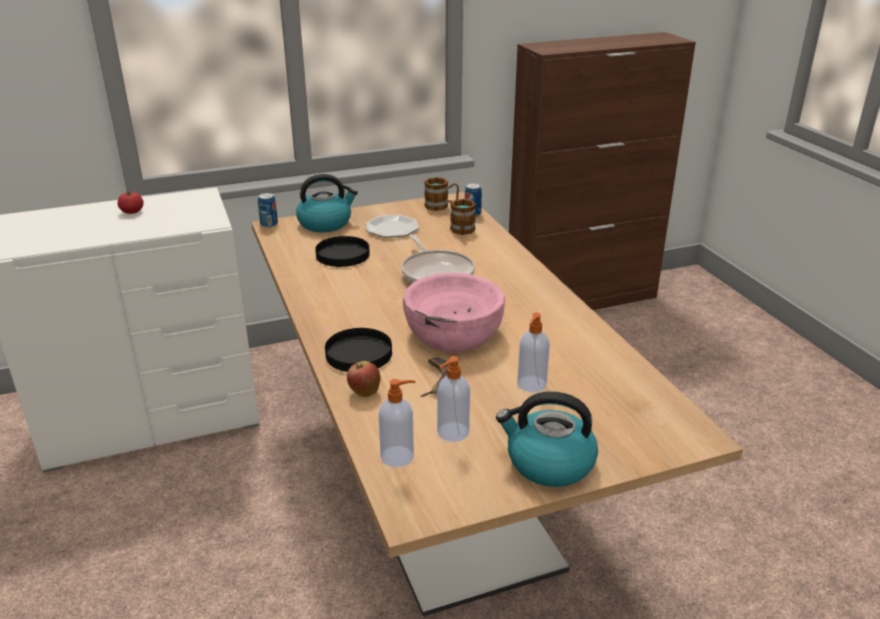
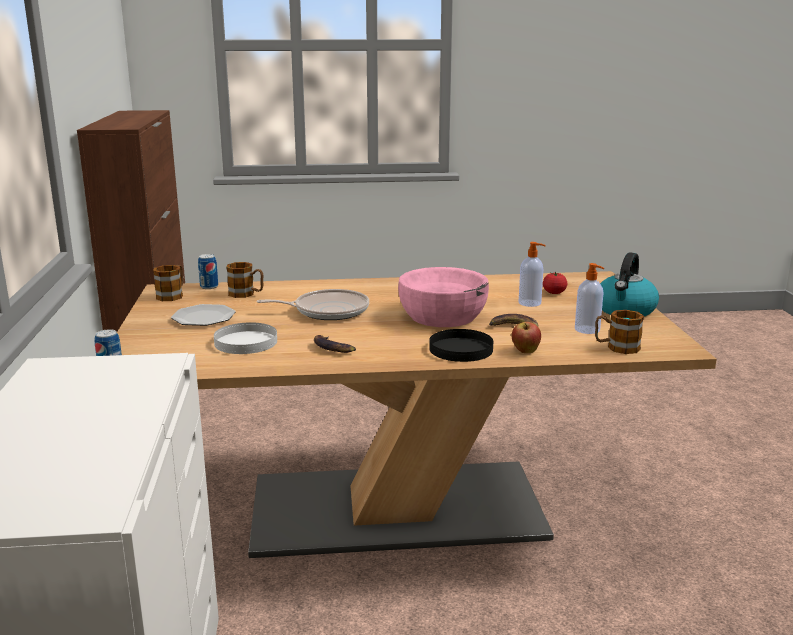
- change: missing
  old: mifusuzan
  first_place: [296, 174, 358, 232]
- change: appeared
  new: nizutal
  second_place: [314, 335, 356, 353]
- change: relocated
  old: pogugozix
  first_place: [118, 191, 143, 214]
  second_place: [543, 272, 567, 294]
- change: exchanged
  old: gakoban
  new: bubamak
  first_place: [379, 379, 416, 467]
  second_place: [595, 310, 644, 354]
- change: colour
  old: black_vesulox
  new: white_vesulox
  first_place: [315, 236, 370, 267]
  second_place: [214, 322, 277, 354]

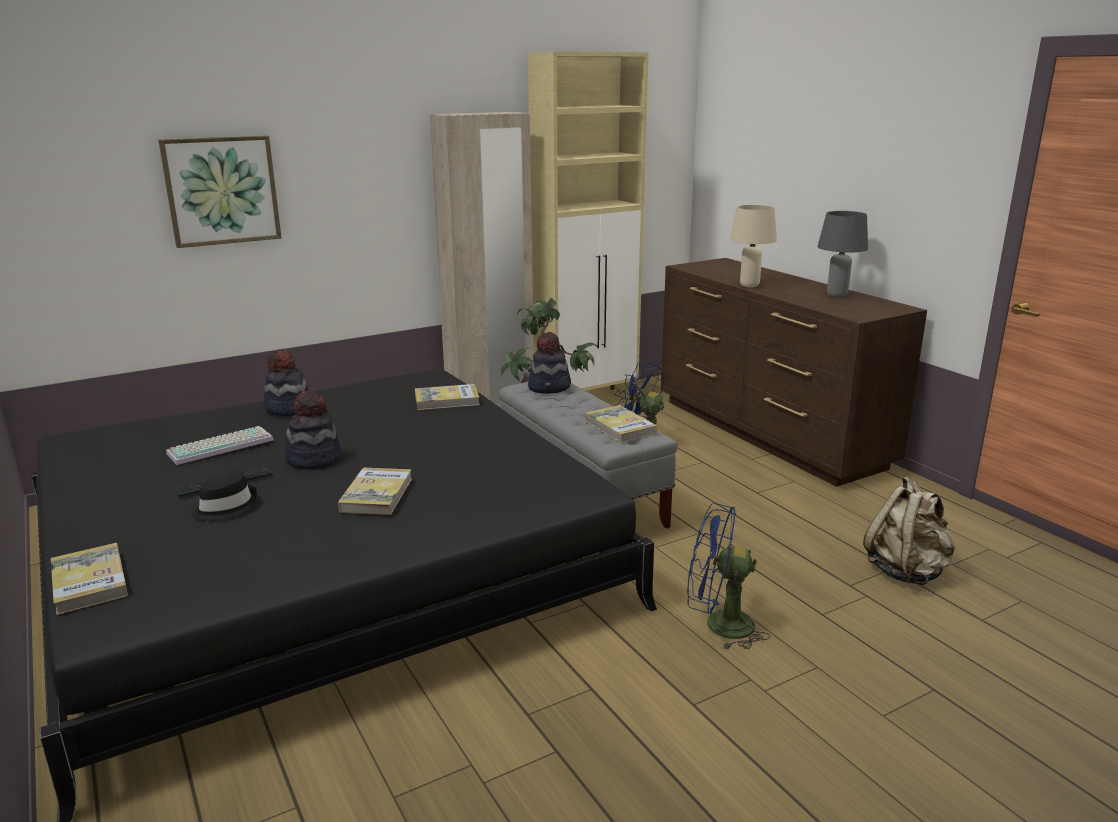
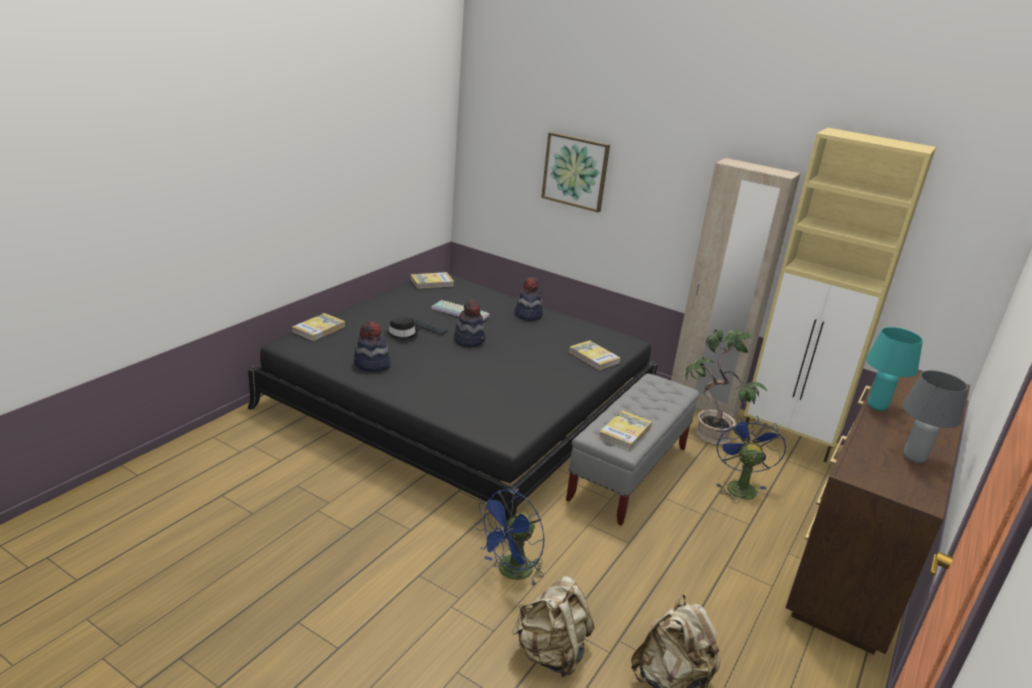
- change: appeared
  new: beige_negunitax
  second_place: [512, 576, 594, 678]
- change: relocated
  old: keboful
  first_place: [338, 468, 412, 515]
  second_place: [411, 272, 454, 289]
- change: relocated
  old: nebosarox
  first_place: [528, 332, 571, 394]
  second_place: [354, 321, 391, 372]
- change: colour
  old: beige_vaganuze
  new: turquoise_vaganuze
  first_place: [730, 205, 777, 288]
  second_place: [866, 327, 923, 411]
- change: spun
  old: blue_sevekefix
  first_place: [687, 503, 770, 650]
  second_place: [474, 489, 545, 585]
  degrees: -120

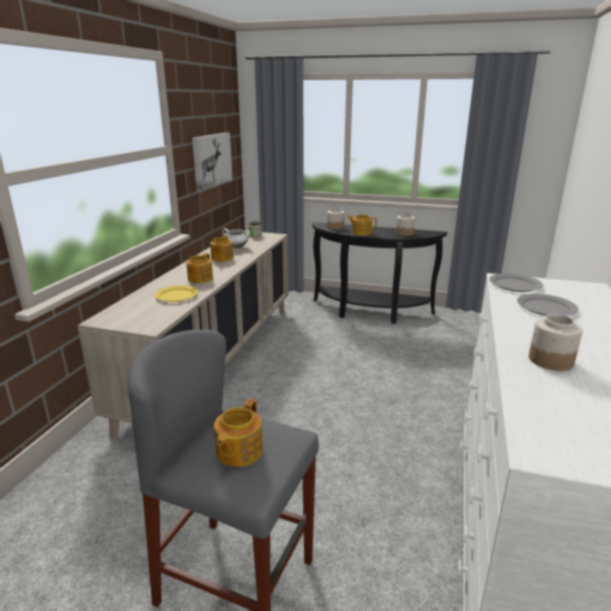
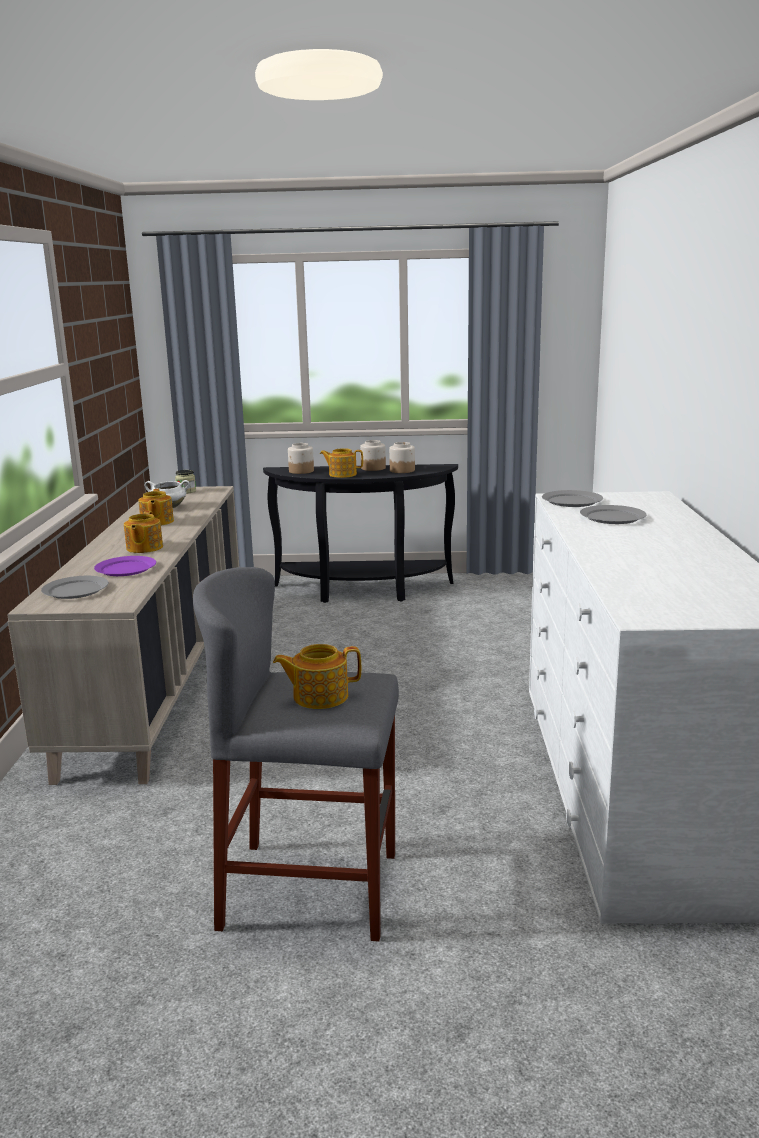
- change: missing
  old: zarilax
  first_place: [192, 133, 233, 192]
- change: appeared
  new: grey_vesulox
  second_place: [41, 576, 109, 599]
- change: relocated
  old: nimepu
  first_place: [529, 314, 583, 371]
  second_place: [360, 440, 386, 471]
- change: colour
  old: yellow_vesulox
  new: purple_vesulox
  first_place: [155, 285, 198, 302]
  second_place: [94, 556, 156, 576]
- change: spun
  old: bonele
  first_place: [214, 399, 263, 467]
  second_place: [273, 644, 361, 709]
  degrees: 75

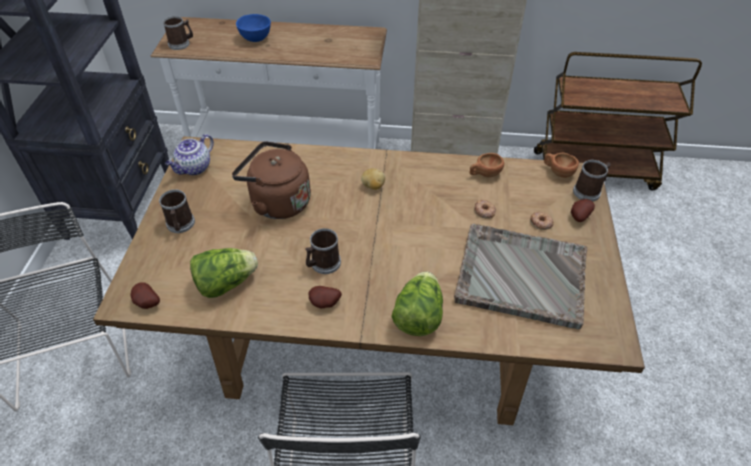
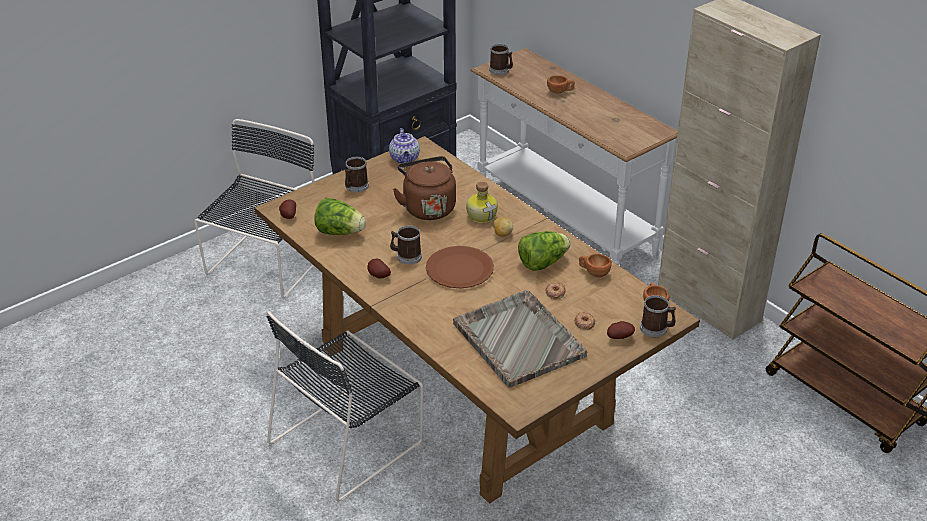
- change: appeared
  new: brown_vesulox
  second_place: [426, 246, 494, 288]
- change: appeared
  new: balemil
  second_place: [466, 181, 498, 223]
- change: relocated
  old: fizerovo
  first_place: [391, 271, 443, 336]
  second_place: [518, 231, 571, 271]
- change: exchanged
  old: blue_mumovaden
  new: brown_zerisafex
  first_place: [236, 14, 271, 42]
  second_place: [547, 75, 575, 94]
- change: spun
  old: bonele
  first_place: [165, 134, 214, 175]
  second_place: [389, 128, 420, 164]
  degrees: -90

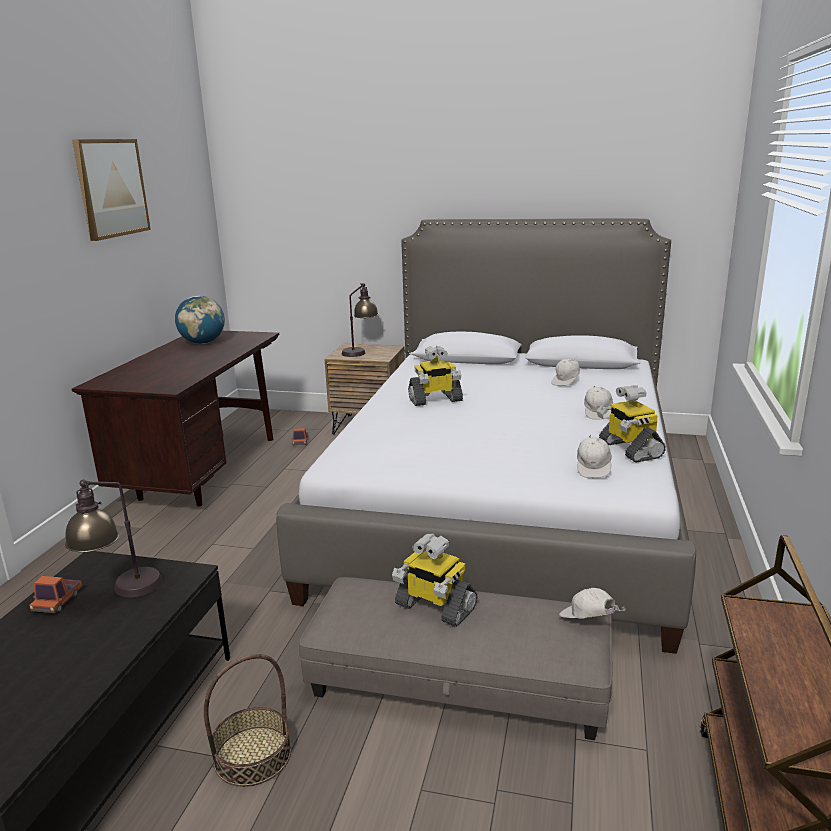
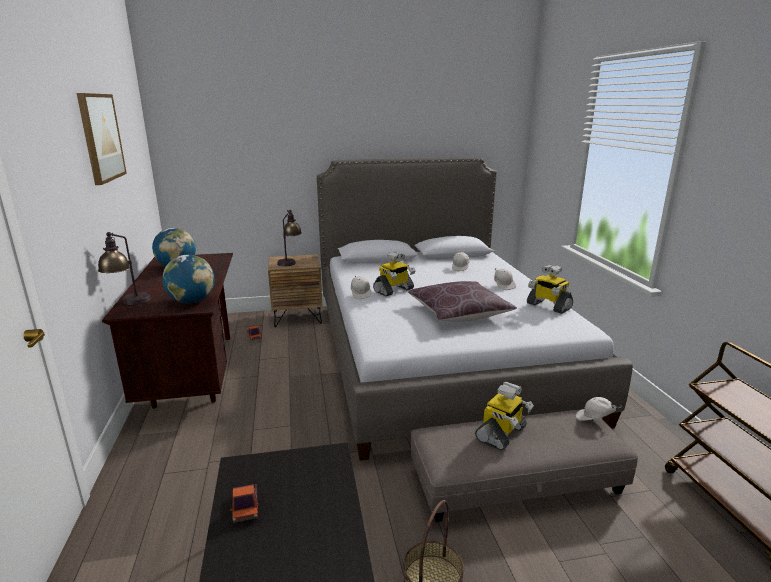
- change: appeared
  new: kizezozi
  second_place: [162, 255, 214, 303]
- change: appeared
  new: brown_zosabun
  second_place: [408, 281, 517, 322]
- change: relocated
  old: vaganuze
  first_place: [65, 479, 163, 597]
  second_place: [98, 232, 151, 305]
- change: relocated
  old: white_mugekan
  first_place: [577, 435, 612, 478]
  second_place: [351, 276, 371, 299]
- change: spun
  old: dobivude
  first_place: [392, 534, 478, 627]
  second_place: [475, 382, 534, 451]
  degrees: -60

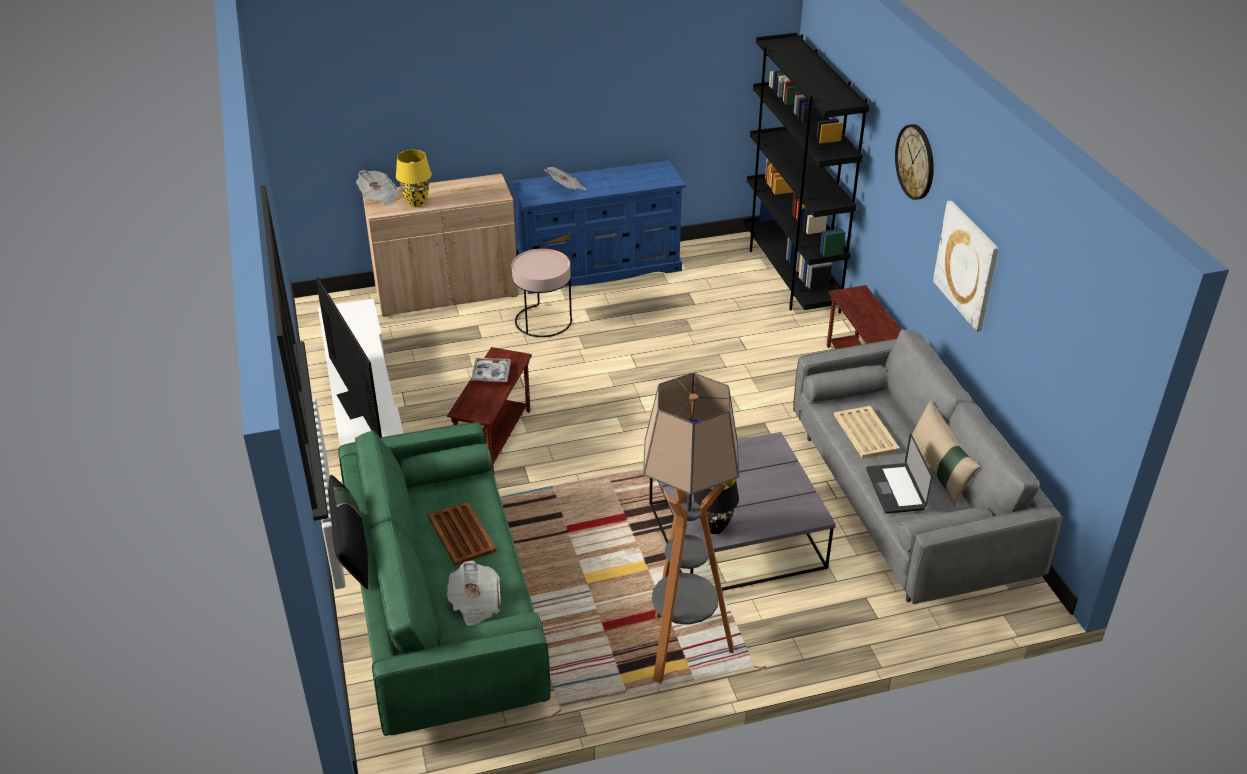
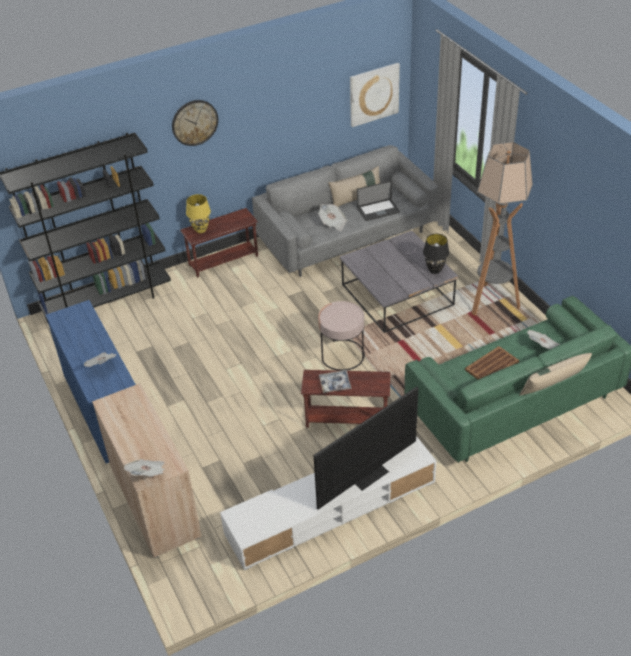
- change: relocated
  old: yellow_vaganuze
  first_place: [396, 150, 432, 207]
  second_place: [186, 194, 211, 233]
- change: relocated
  old: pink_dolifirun
  first_place: [512, 249, 572, 337]
  second_place: [318, 301, 365, 371]
- change: relocated
  old: zarilax
  first_place: [933, 200, 999, 332]
  second_place: [350, 63, 400, 127]
- change: exchanged
  old: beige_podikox
  new: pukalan
  first_place: [834, 406, 900, 458]
  second_place: [318, 204, 347, 231]
- change: colour
  old: black_zosabun
  new: beige_zosabun
  first_place: [328, 475, 368, 589]
  second_place: [519, 353, 592, 396]

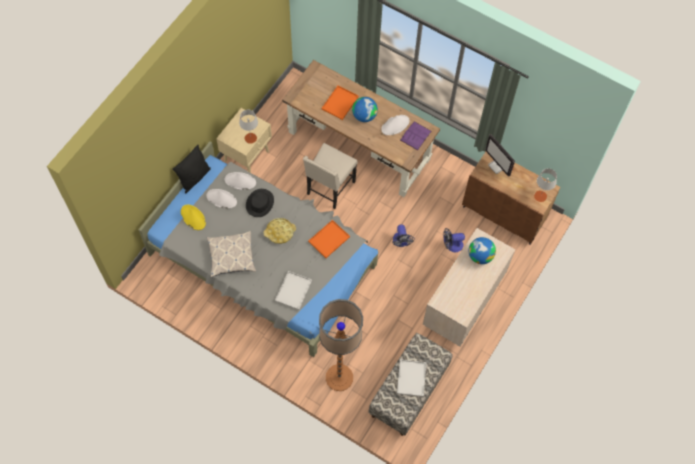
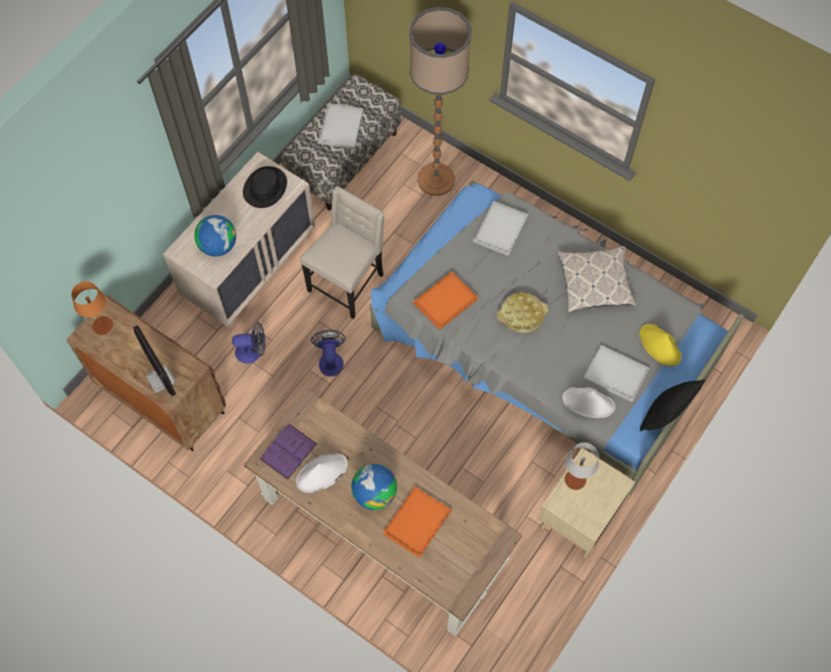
- change: relocated
  old: black_nebosarox
  first_place: [246, 189, 274, 217]
  second_place: [243, 166, 287, 208]
- change: relocated
  old: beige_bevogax
  first_place: [303, 143, 358, 209]
  second_place: [300, 186, 384, 319]
- change: exchanged
  old: white_nebosarox
  new: white_podikox
  first_place: [206, 189, 237, 209]
  second_place: [583, 345, 649, 402]
- change: colour
  old: grey_vaganuze
  new: orange_vaganuze
  first_place: [534, 168, 557, 202]
  second_place: [71, 281, 113, 335]

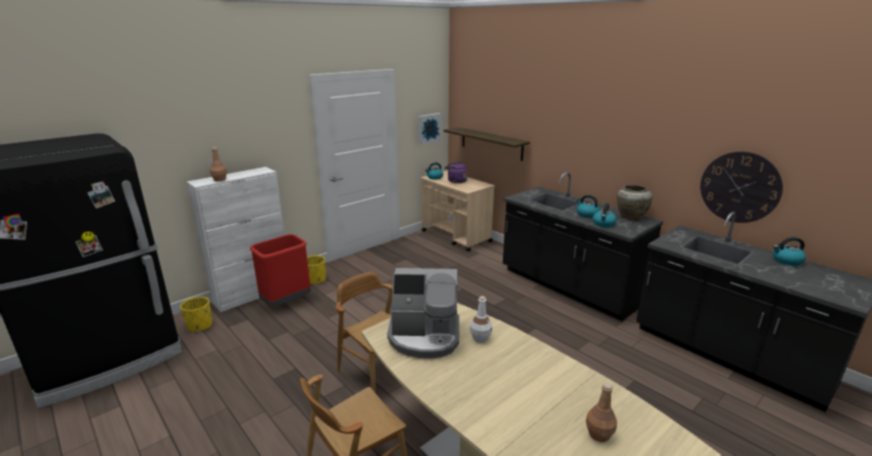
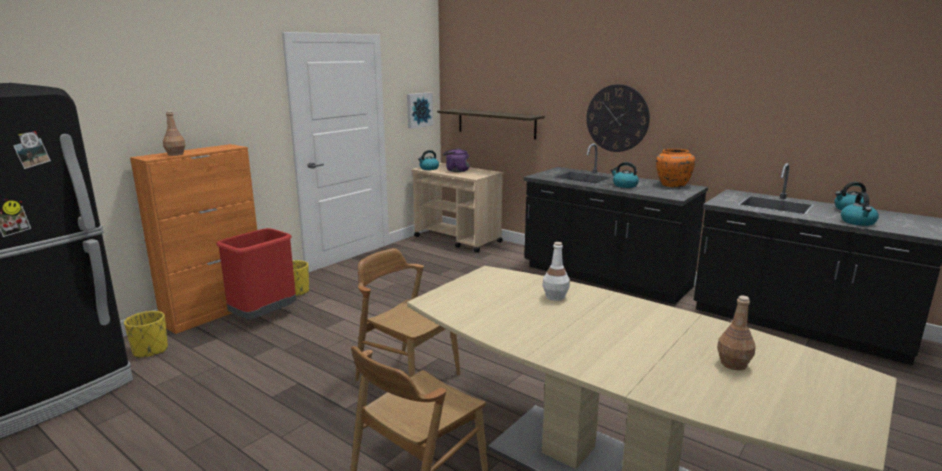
- change: missing
  old: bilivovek
  first_place: [387, 268, 459, 358]
- change: relocated
  old: mifusuzan
  first_place: [593, 203, 617, 227]
  second_place: [841, 192, 879, 226]
- change: relocated
  old: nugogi
  first_place: [700, 151, 783, 223]
  second_place: [586, 84, 650, 152]
- change: colour
  old: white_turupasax
  new: orange_turupasax
  first_place: [187, 167, 285, 312]
  second_place: [130, 144, 257, 334]
- change: colour
  old: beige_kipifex
  new: orange_kipifex
  first_place: [617, 185, 652, 220]
  second_place: [656, 149, 695, 187]

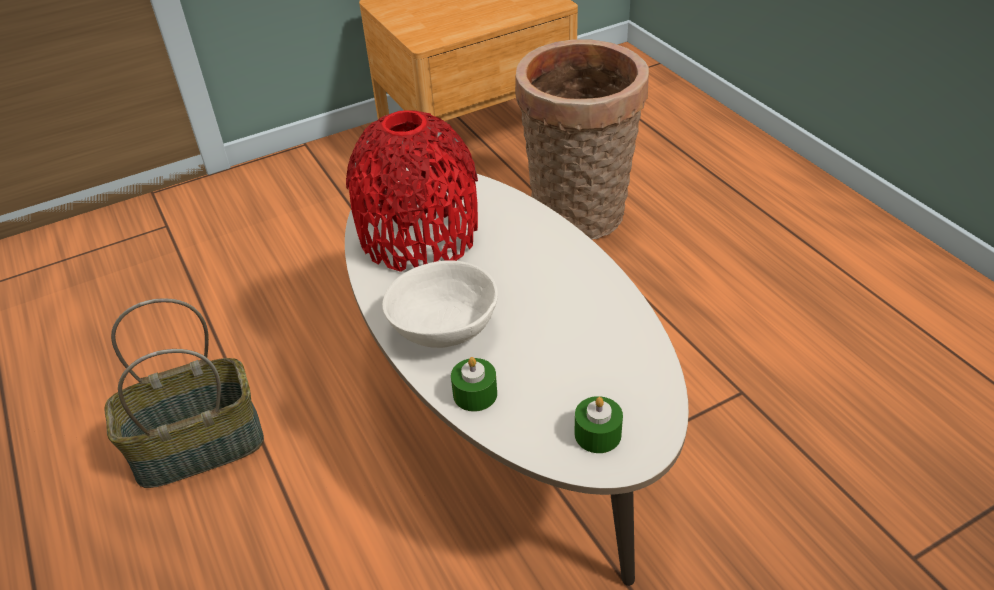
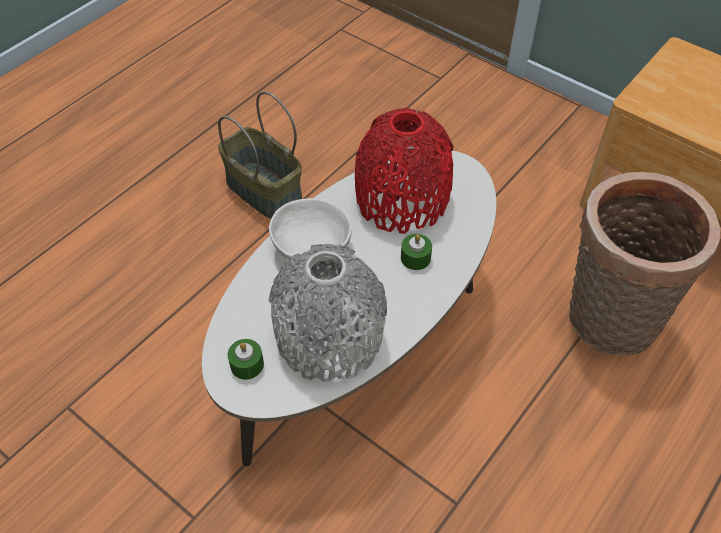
- change: appeared
  new: grey_kipifex
  second_place: [269, 244, 387, 382]
- change: relocated
  old: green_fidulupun
  first_place: [451, 357, 497, 412]
  second_place: [401, 234, 432, 270]

